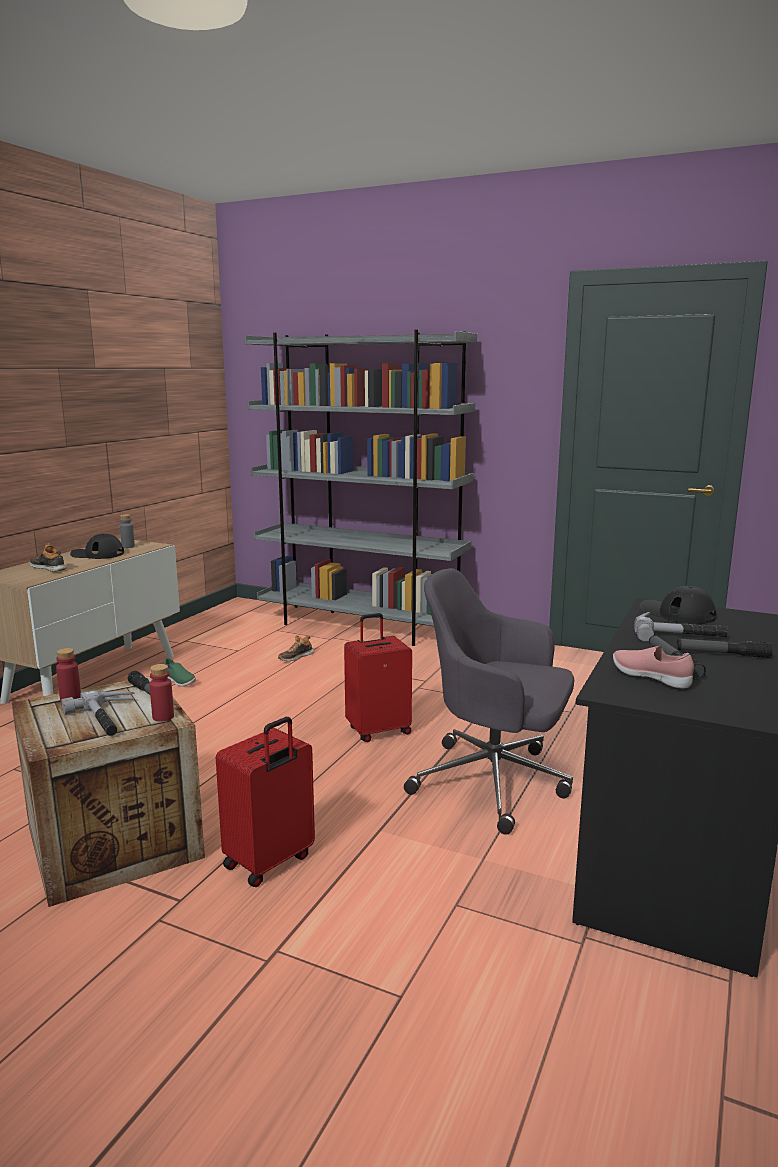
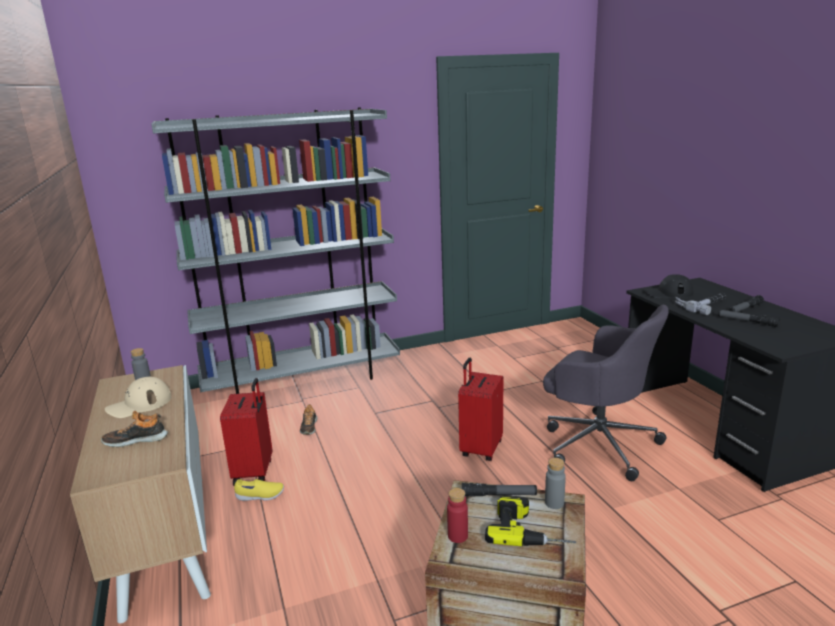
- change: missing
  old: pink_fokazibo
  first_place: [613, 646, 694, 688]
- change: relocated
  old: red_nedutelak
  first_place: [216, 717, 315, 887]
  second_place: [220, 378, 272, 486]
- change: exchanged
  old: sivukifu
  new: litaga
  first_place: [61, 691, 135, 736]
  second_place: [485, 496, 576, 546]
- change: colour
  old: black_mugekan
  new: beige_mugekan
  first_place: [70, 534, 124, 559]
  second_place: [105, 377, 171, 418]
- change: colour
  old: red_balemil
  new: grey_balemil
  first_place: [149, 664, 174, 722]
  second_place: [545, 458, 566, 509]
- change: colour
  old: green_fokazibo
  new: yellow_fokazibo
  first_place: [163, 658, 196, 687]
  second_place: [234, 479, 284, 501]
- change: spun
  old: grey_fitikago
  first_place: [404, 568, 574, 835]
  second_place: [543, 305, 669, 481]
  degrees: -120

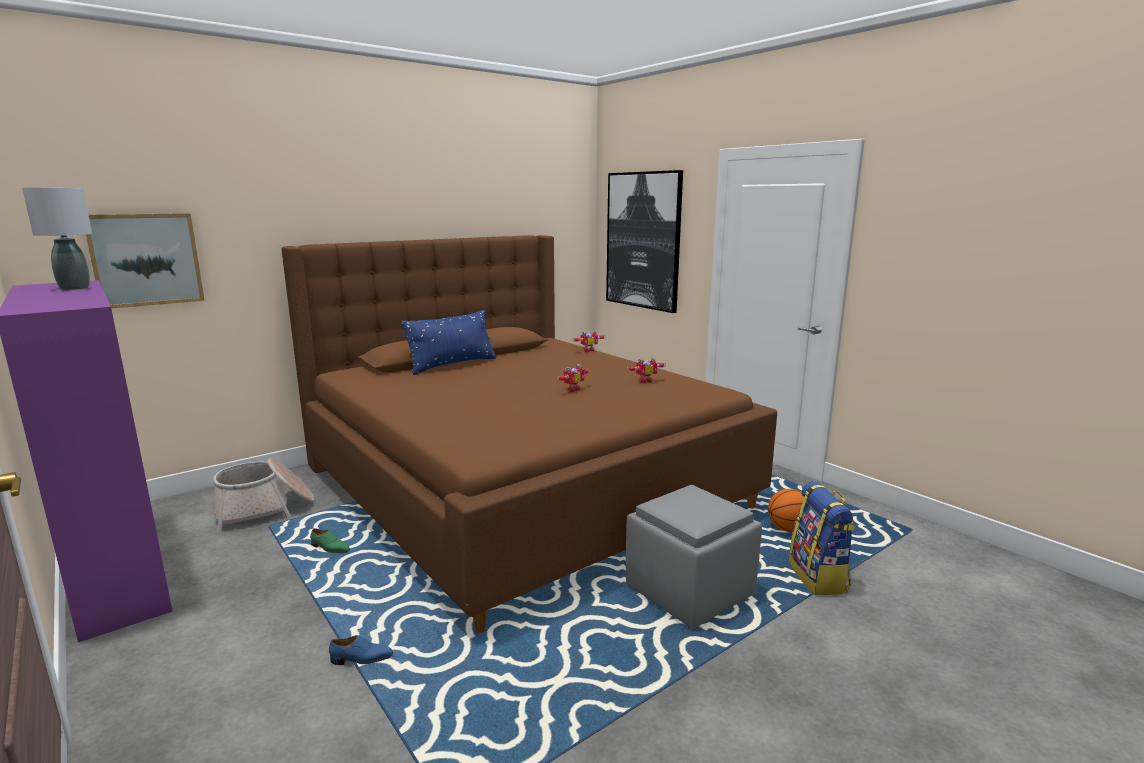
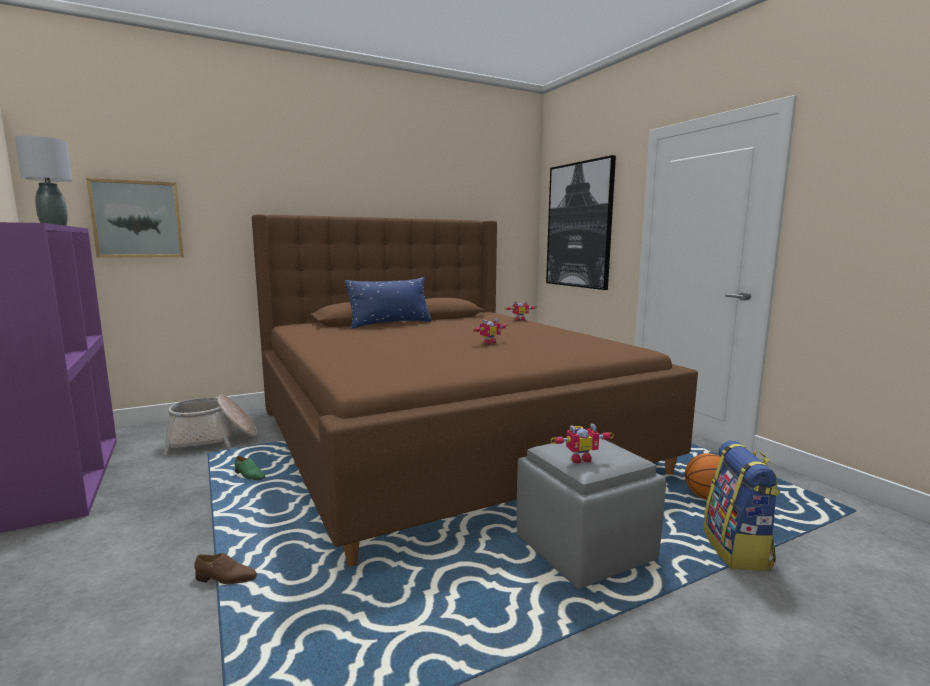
- change: relocated
  old: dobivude
  first_place: [627, 357, 666, 383]
  second_place: [550, 423, 614, 464]
- change: colour
  old: blue_fokazibo
  new: brown_fokazibo
  first_place: [329, 635, 393, 665]
  second_place: [194, 553, 257, 584]

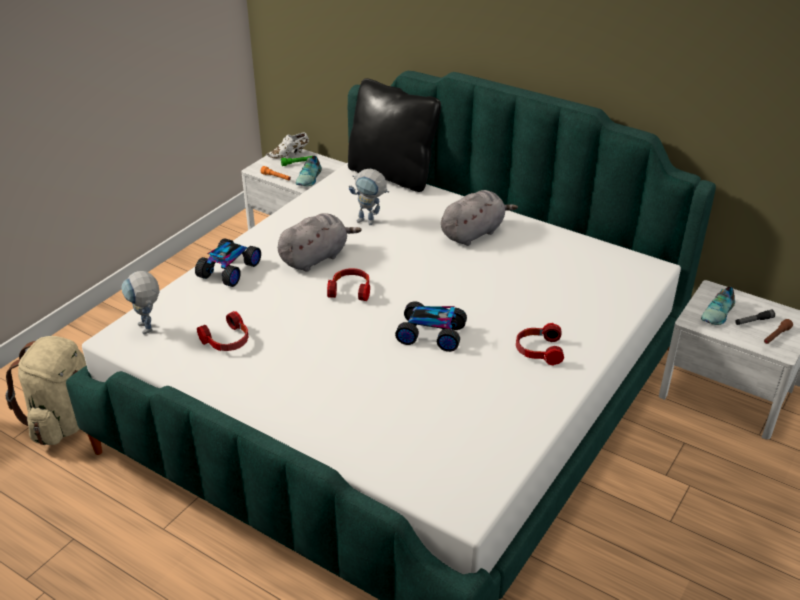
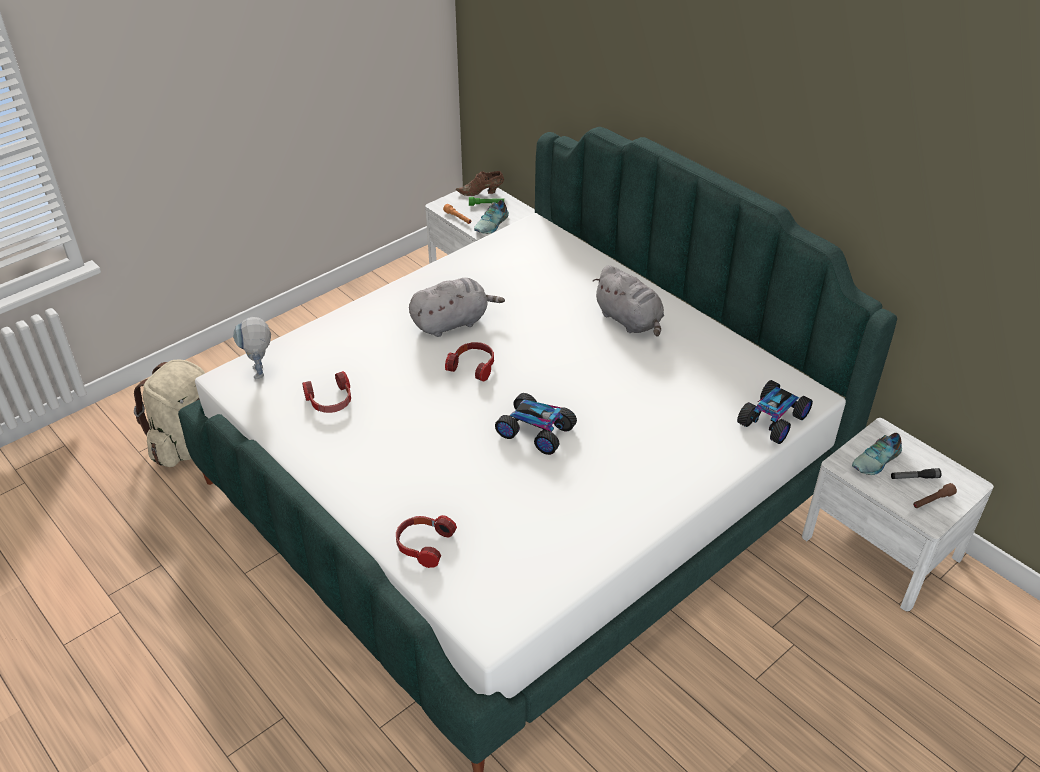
- change: missing
  old: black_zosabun
  first_place: [348, 78, 441, 192]
- change: missing
  old: dobivude
  first_place: [349, 169, 389, 225]
- change: relocated
  old: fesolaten
  first_place: [195, 238, 261, 287]
  second_place: [737, 380, 813, 444]
- change: relocated
  old: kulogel
  first_place: [516, 323, 564, 366]
  second_place: [396, 515, 457, 568]
- change: colour
  old: white_fokazibo
  new: brown_fokazibo
  first_place: [266, 132, 309, 159]
  second_place: [456, 171, 504, 196]
- change: spun
  old: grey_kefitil
  first_place: [441, 190, 518, 246]
  second_place: [593, 265, 664, 337]
  degrees: 75

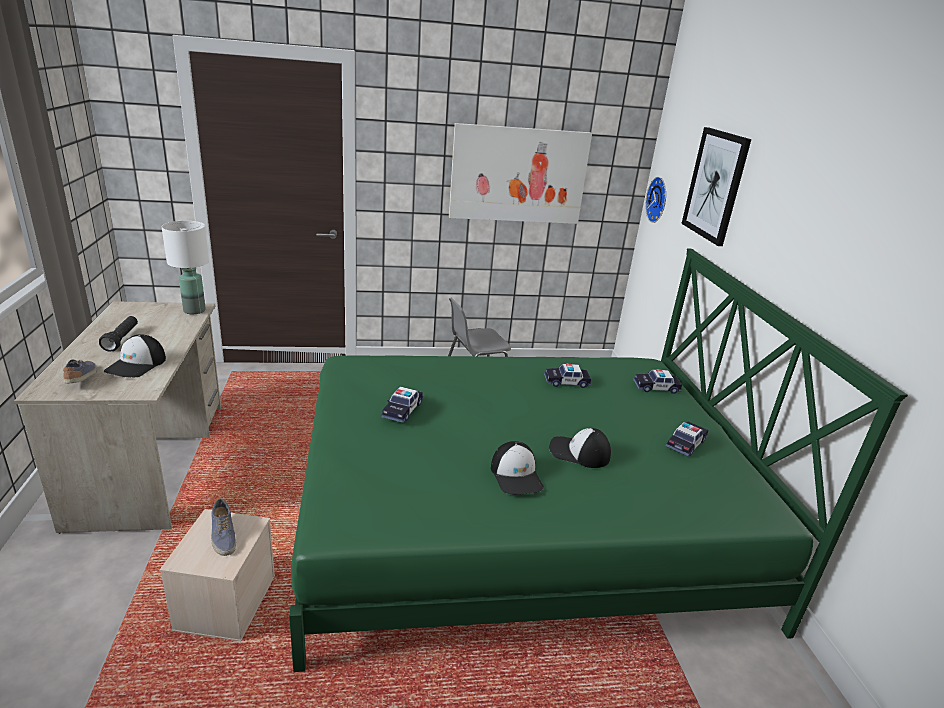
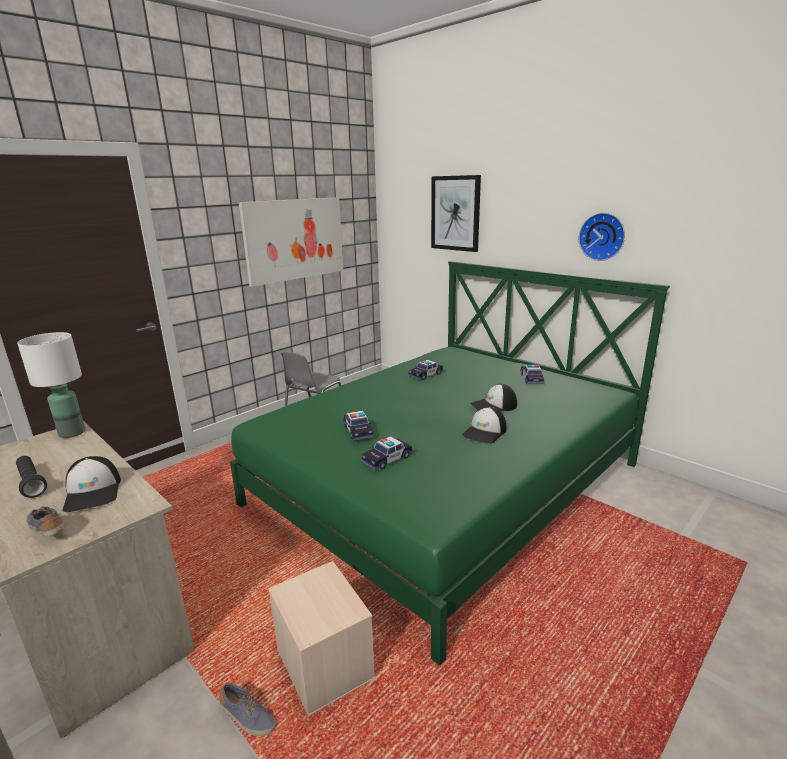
- change: relocated
  old: fokazibo
  first_place: [211, 498, 236, 556]
  second_place: [219, 683, 276, 736]
- change: relocated
  old: fesolaten
  first_place: [633, 369, 682, 394]
  second_place: [361, 436, 413, 470]
- change: relocated
  old: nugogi
  first_place: [645, 177, 666, 223]
  second_place: [579, 213, 625, 261]
- change: spun
  old: mugekan
  first_place: [491, 441, 544, 495]
  second_place: [462, 406, 506, 444]
  degrees: 90

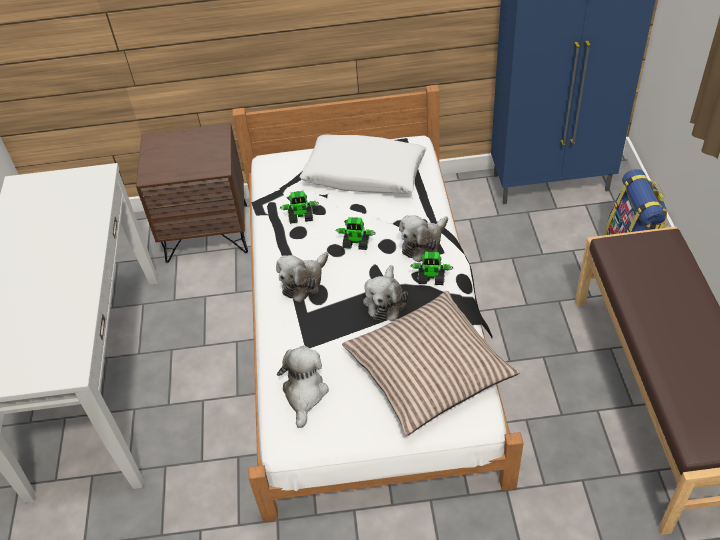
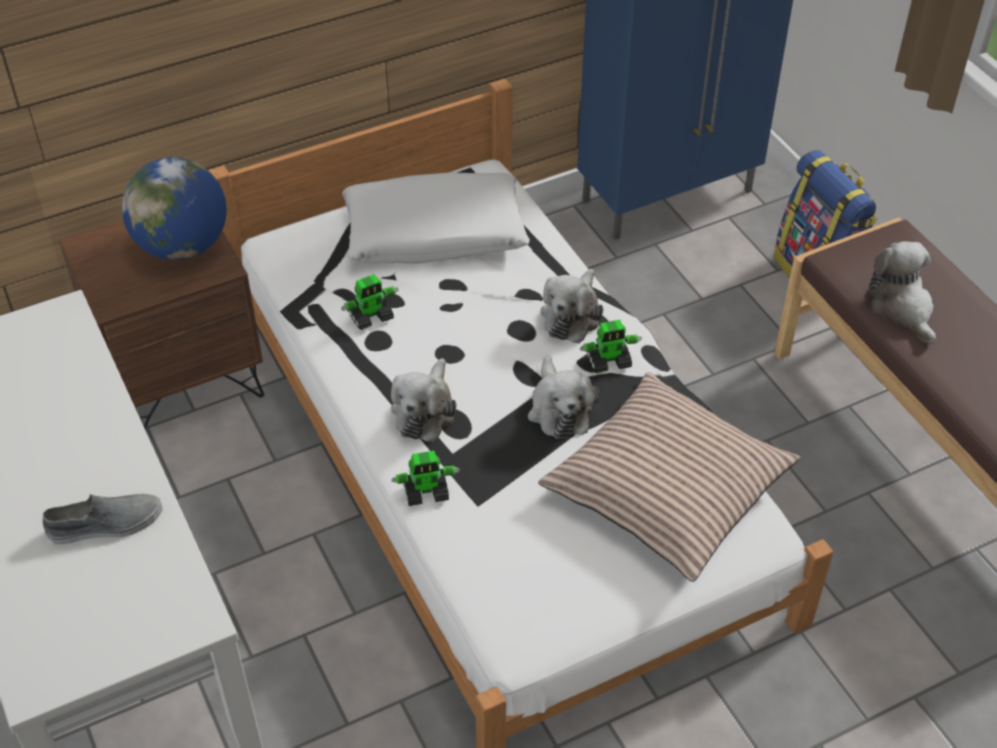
- change: appeared
  new: grey_fokazibo
  second_place: [43, 494, 163, 544]
- change: appeared
  new: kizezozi
  second_place: [122, 157, 227, 260]
- change: relocated
  old: kefitil
  first_place: [277, 346, 329, 428]
  second_place: [869, 241, 936, 344]
- change: relocated
  old: dobivude
  first_place: [336, 217, 376, 250]
  second_place: [391, 451, 460, 506]

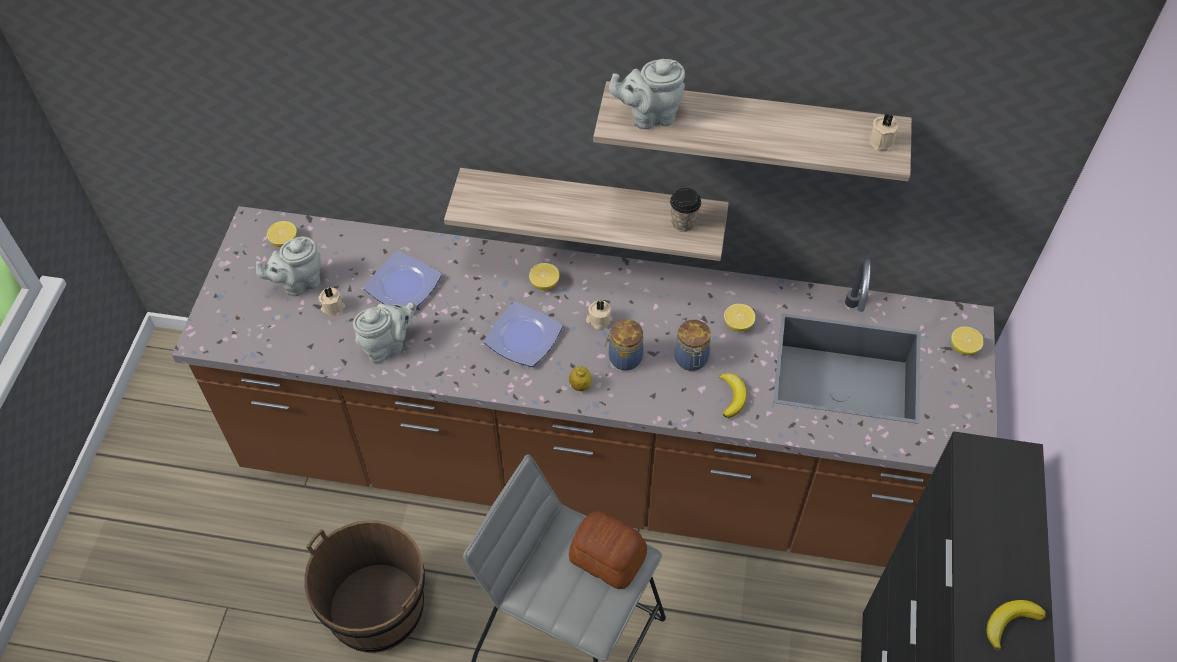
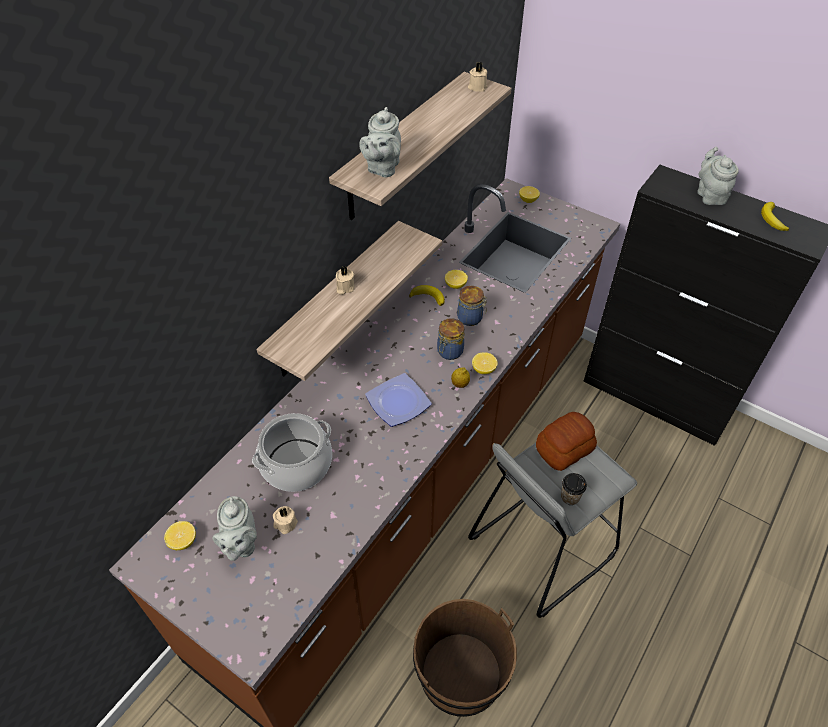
- change: relocated
  old: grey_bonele
  first_place: [353, 303, 416, 363]
  second_place: [697, 147, 739, 205]
- change: relocated
  old: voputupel
  first_place: [529, 263, 560, 290]
  second_place: [472, 352, 498, 374]
- change: relocated
  old: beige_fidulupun
  first_place: [586, 300, 612, 330]
  second_place: [336, 267, 354, 295]
- change: relocated
  old: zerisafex
  first_place: [670, 188, 701, 232]
  second_place: [561, 473, 587, 505]
- change: relocated
  old: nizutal
  first_place: [719, 373, 747, 418]
  second_place: [409, 285, 445, 306]
- change: exchanged
  old: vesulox
  new: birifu
  first_place: [364, 251, 442, 307]
  second_place: [252, 413, 332, 492]

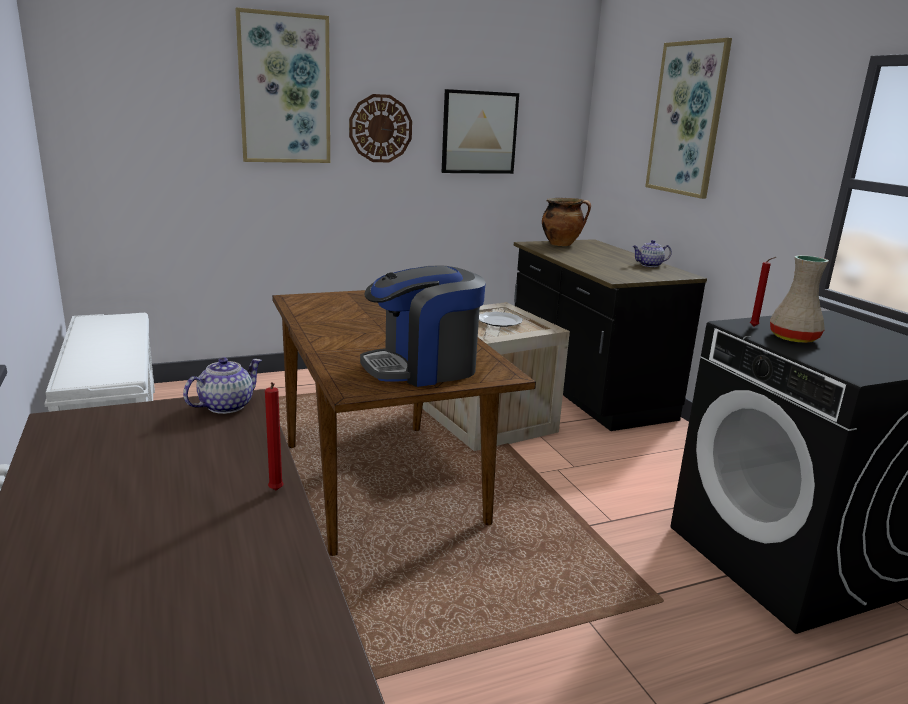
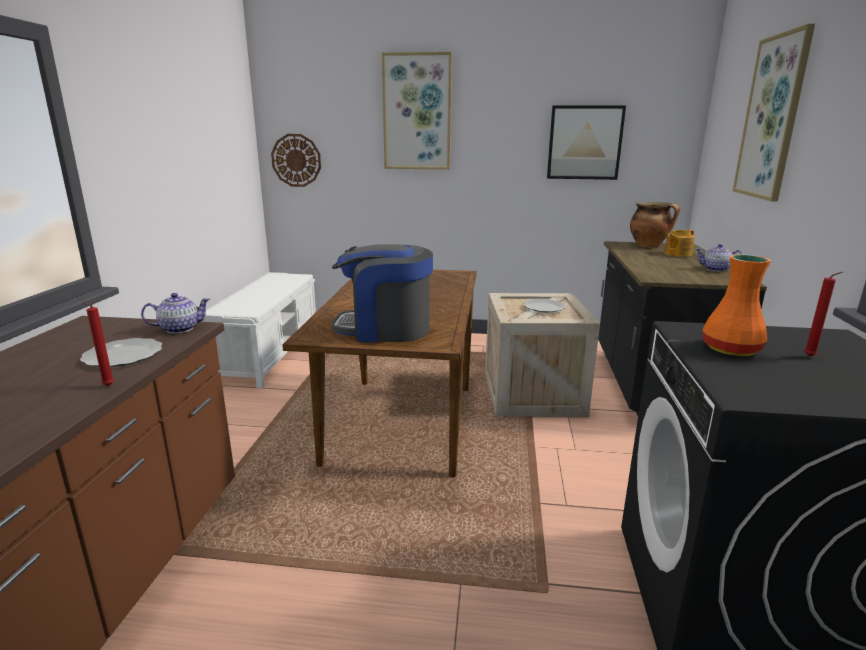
- change: appeared
  new: vesulox
  second_place: [80, 338, 162, 367]
- change: appeared
  new: bonele
  second_place: [665, 230, 695, 257]
- change: relocated
  old: nugogi
  first_place: [349, 94, 412, 162]
  second_place: [271, 134, 321, 187]
- change: relocated
  old: red_fidulupun
  first_place: [750, 257, 776, 326]
  second_place: [804, 272, 843, 357]
- change: colour
  old: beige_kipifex
  new: orange_kipifex
  first_place: [770, 255, 829, 343]
  second_place: [702, 254, 771, 356]

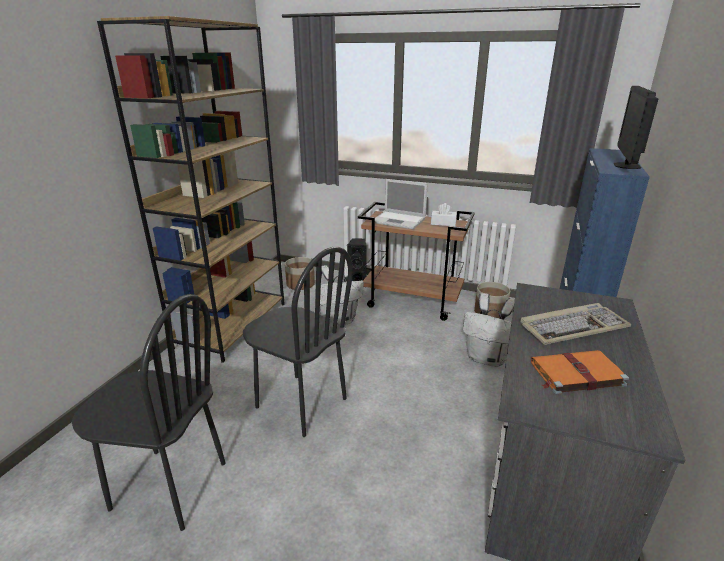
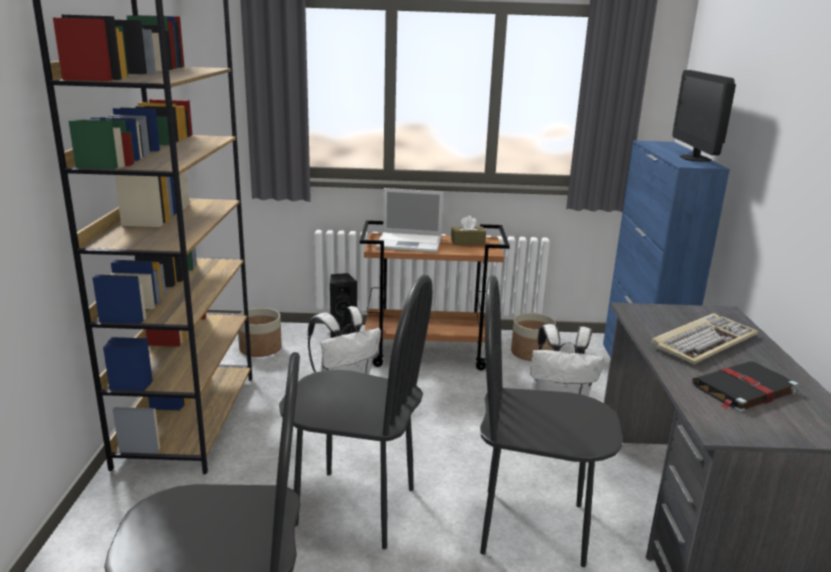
- change: appeared
  new: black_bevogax
  second_place: [480, 275, 623, 567]
- change: colour
  old: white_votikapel
  new: brown_votikapel
  first_place: [431, 203, 457, 226]
  second_place: [451, 215, 486, 245]
- change: colour
  old: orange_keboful
  new: black_keboful
  first_place: [531, 350, 629, 394]
  second_place: [692, 361, 798, 412]

